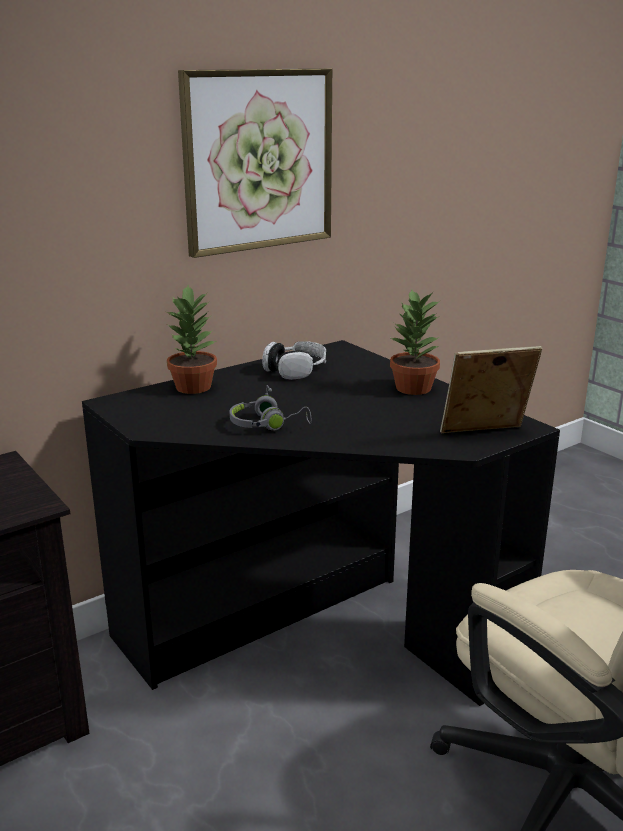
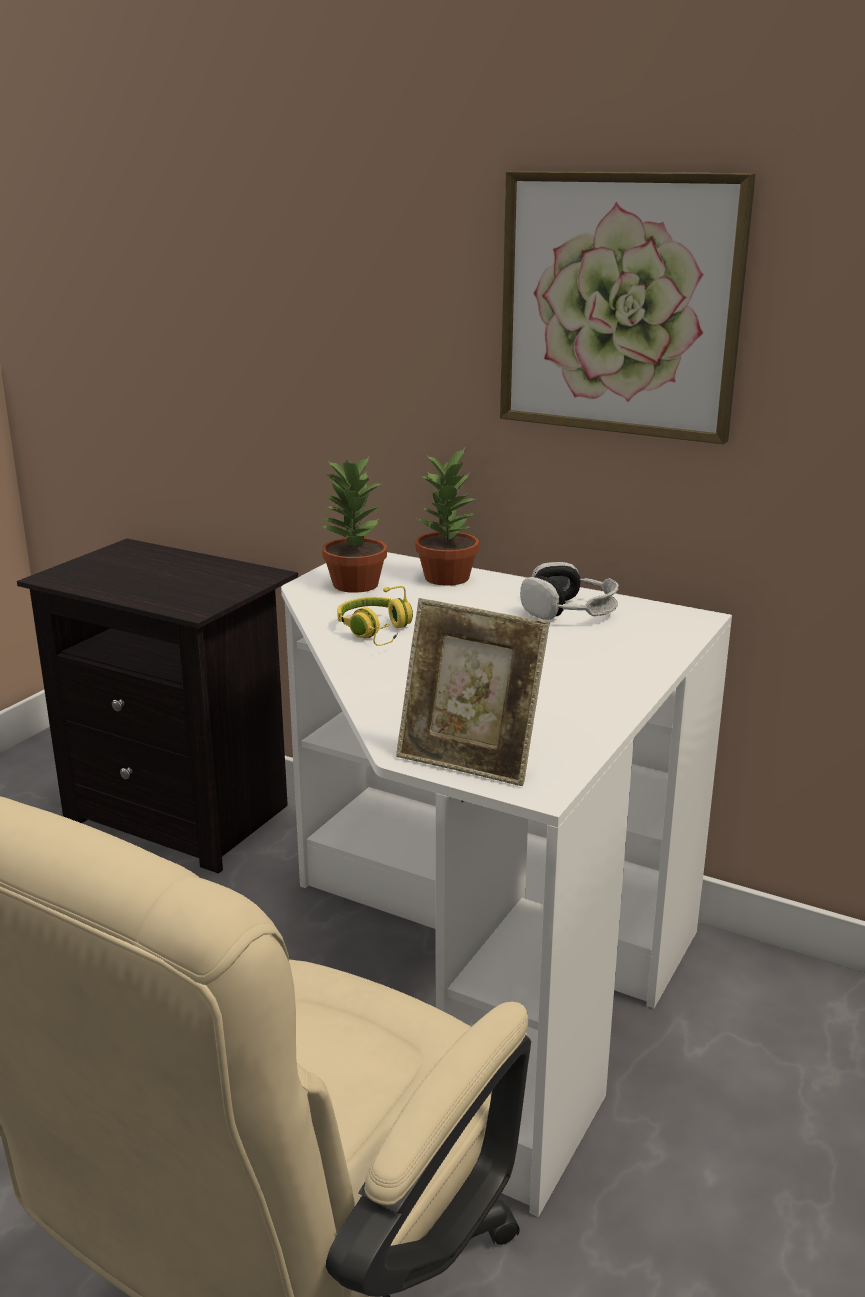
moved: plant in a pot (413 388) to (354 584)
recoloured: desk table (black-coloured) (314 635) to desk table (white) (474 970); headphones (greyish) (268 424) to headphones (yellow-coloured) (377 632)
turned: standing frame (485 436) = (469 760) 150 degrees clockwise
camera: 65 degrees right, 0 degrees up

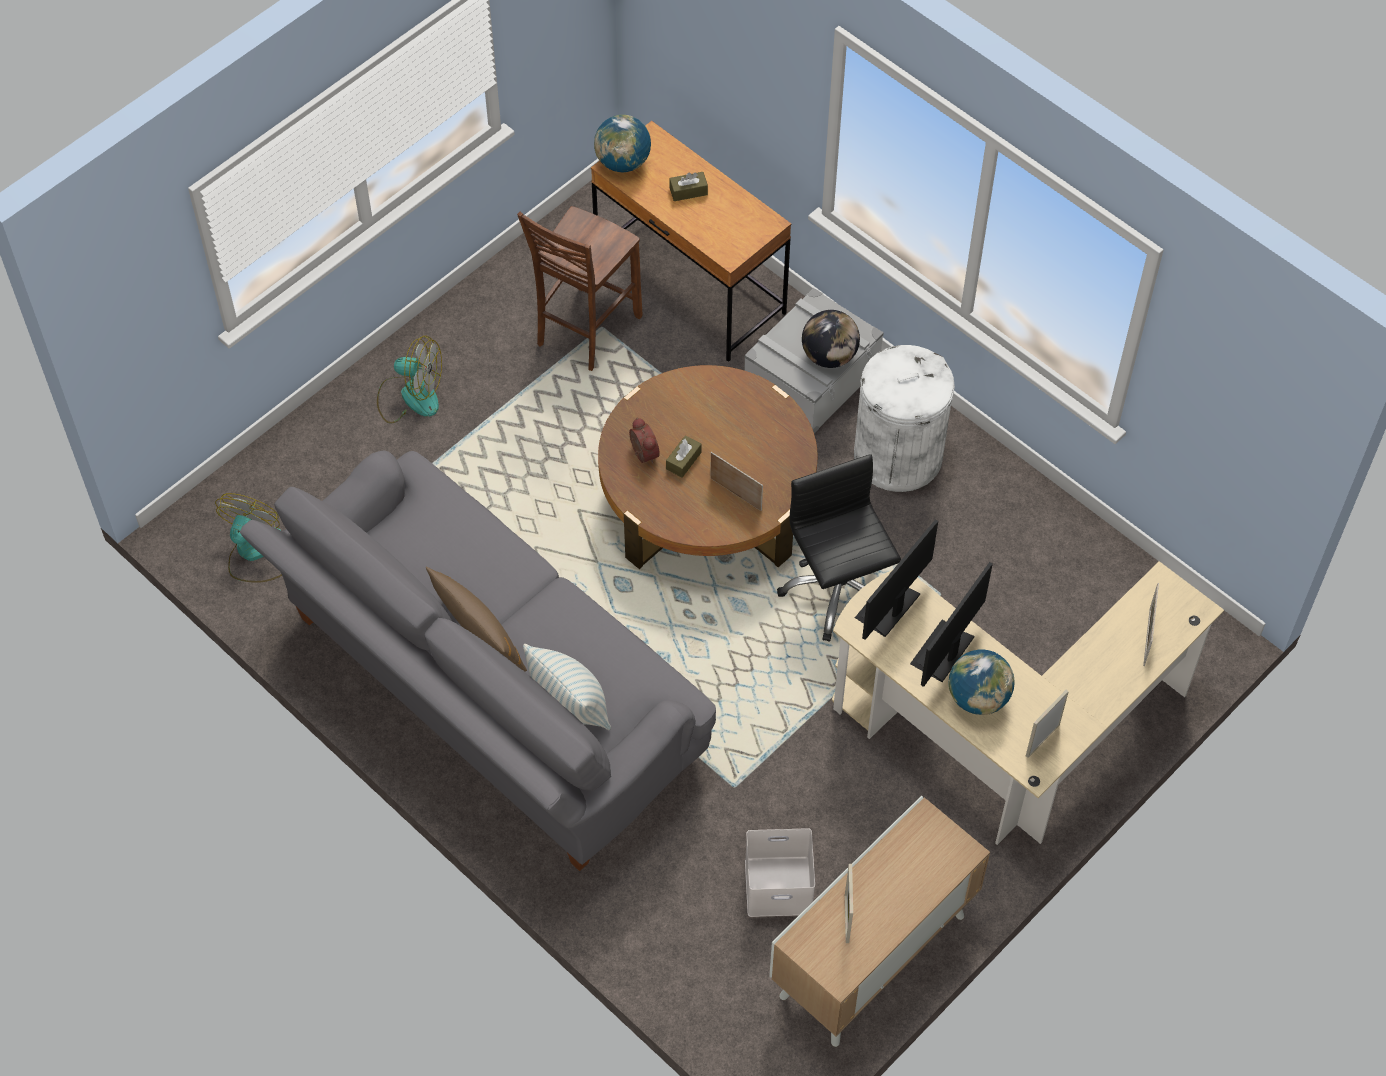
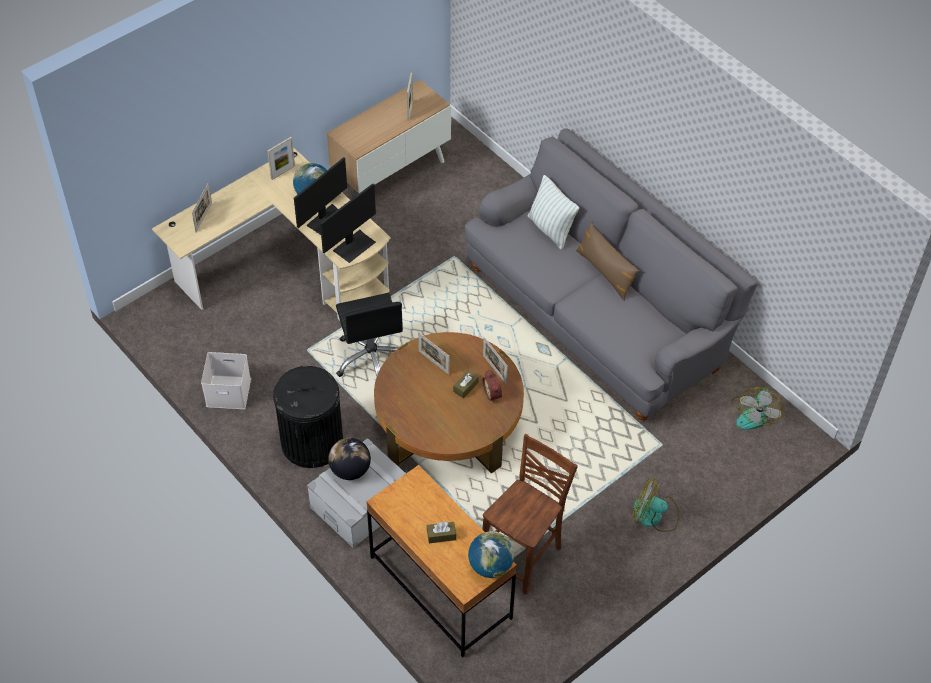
added: standing frame (494 369)
moved: storage container (white) (777 887) to (229 391)
recoloured: waste bin (white) (898 455) to waste bin (black-coloured) (312 442)
camera: 175 degrees left, 5 degrees down

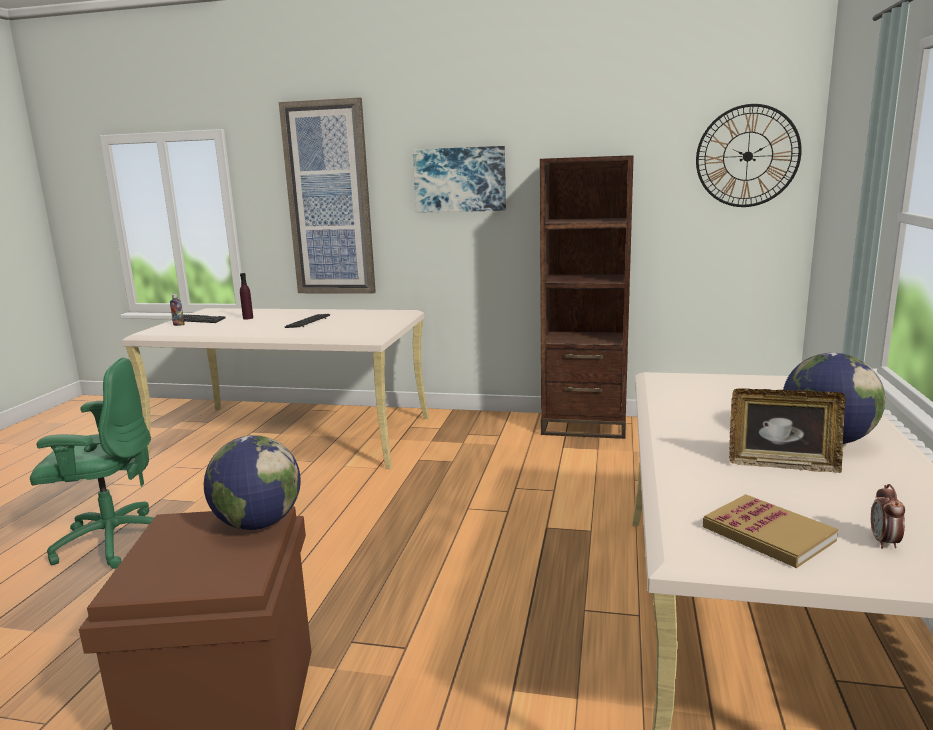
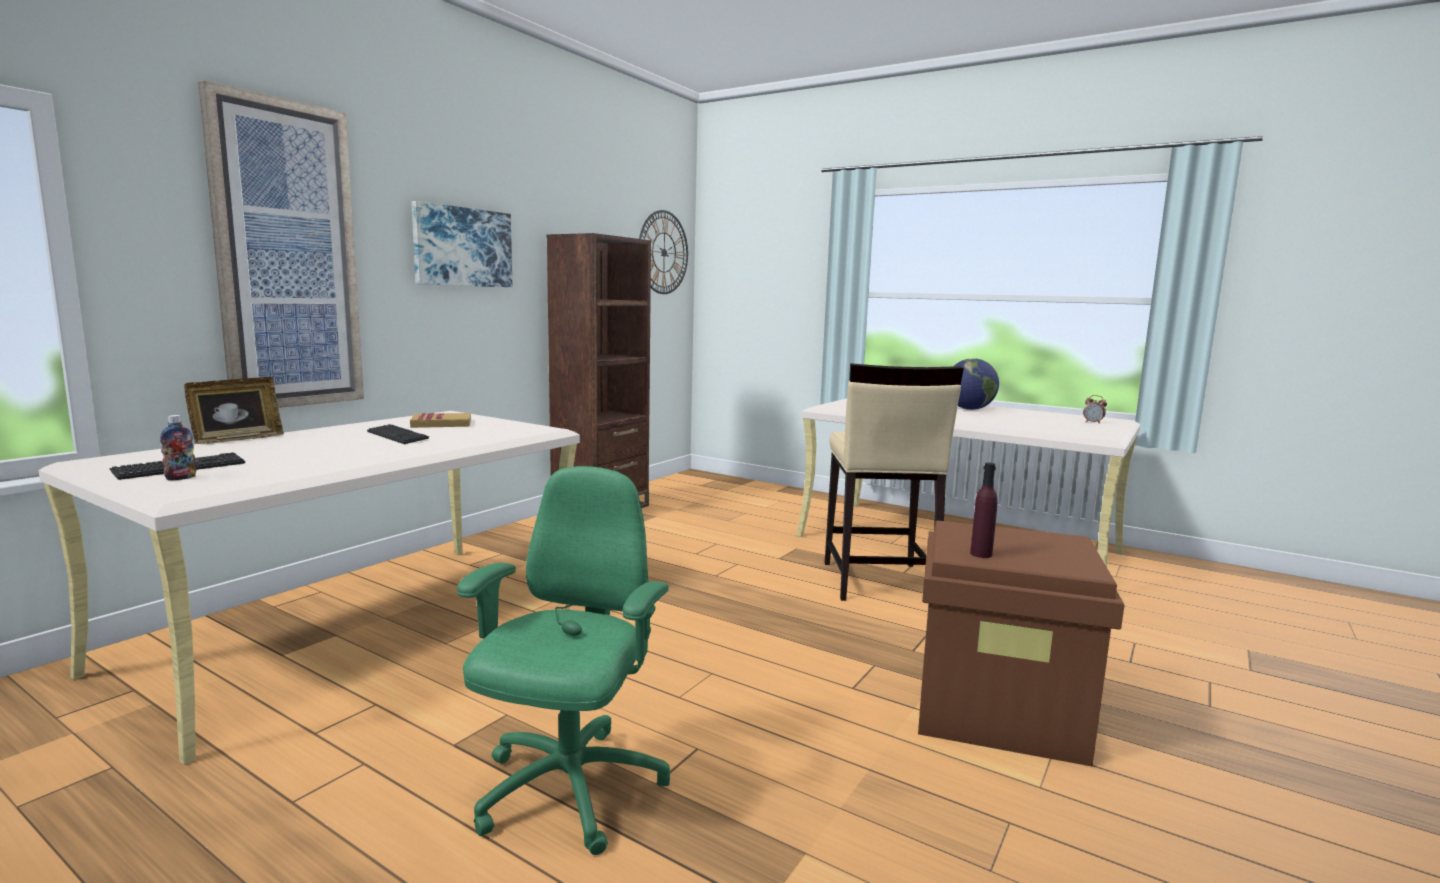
removed: world globe (258 523)
added: sitting stool (sand-coloured) (878 582)
moved: standing frame (782 465) to (237 439); book (768 534) to (441 423); bottle (purple) (248 318) to (981 554)
camera: 70 degrees left, 5 degrees down

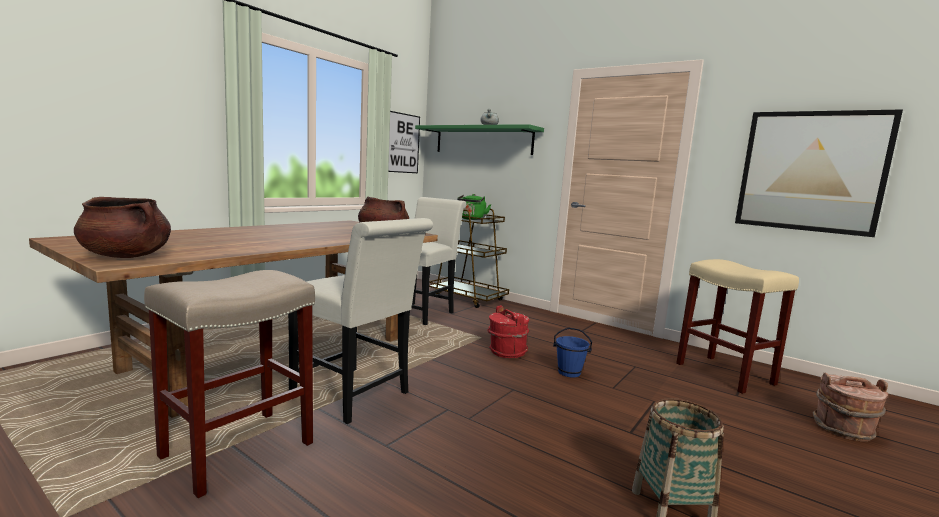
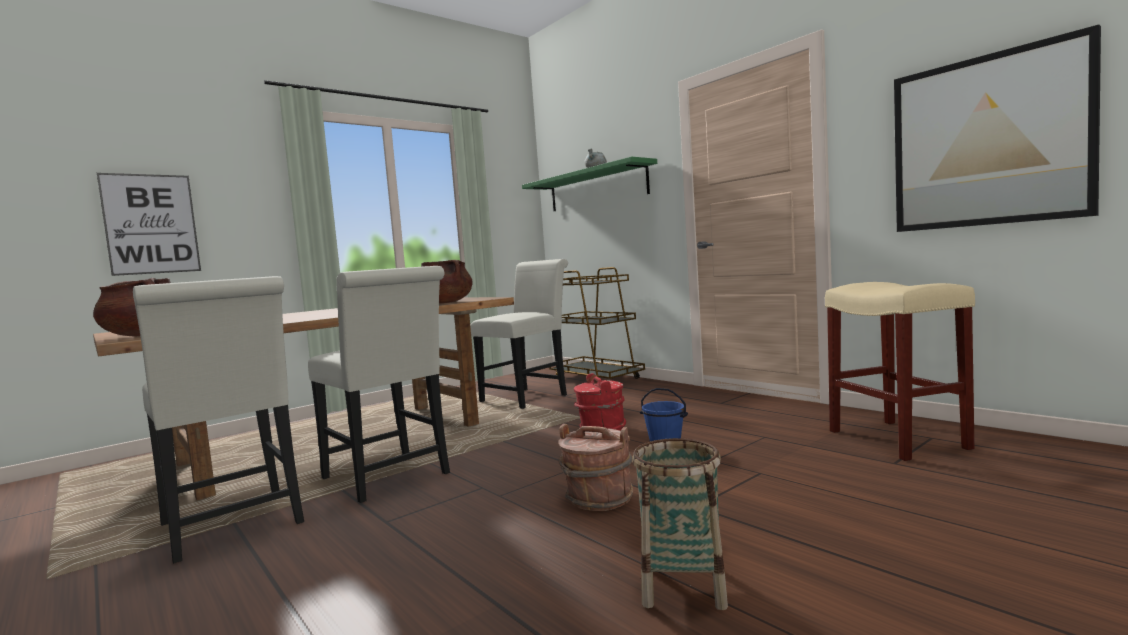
removed: kettle (green-coloured) (472 219)
moved: picture (403 143) to (151 224); water bucket (brown) (843 429) to (598 499)
replaced: sitting stool (sand-coloured) (236 451) to plain chair (white) (234 527)
camera: 15 degrees right, 5 degrees down

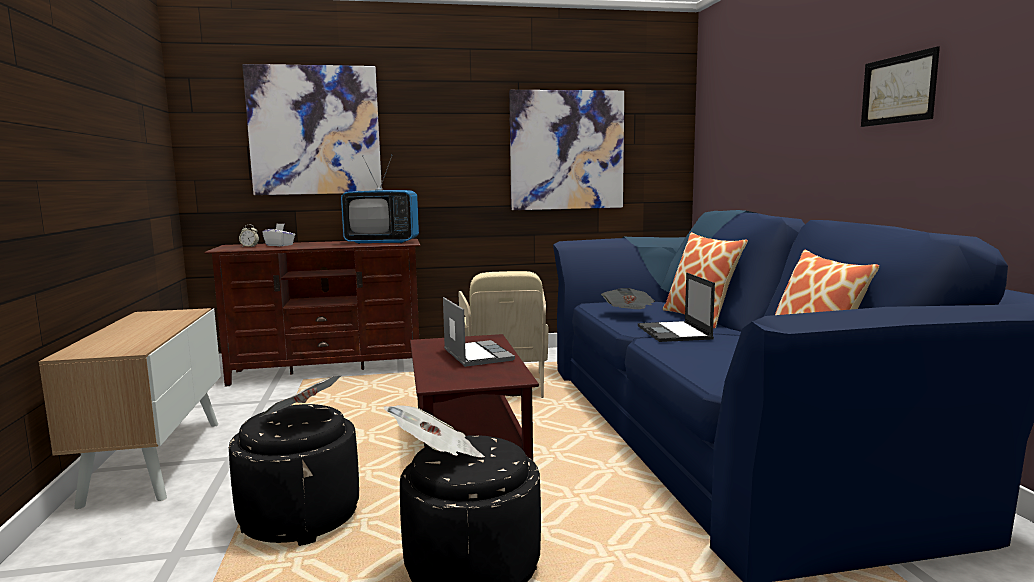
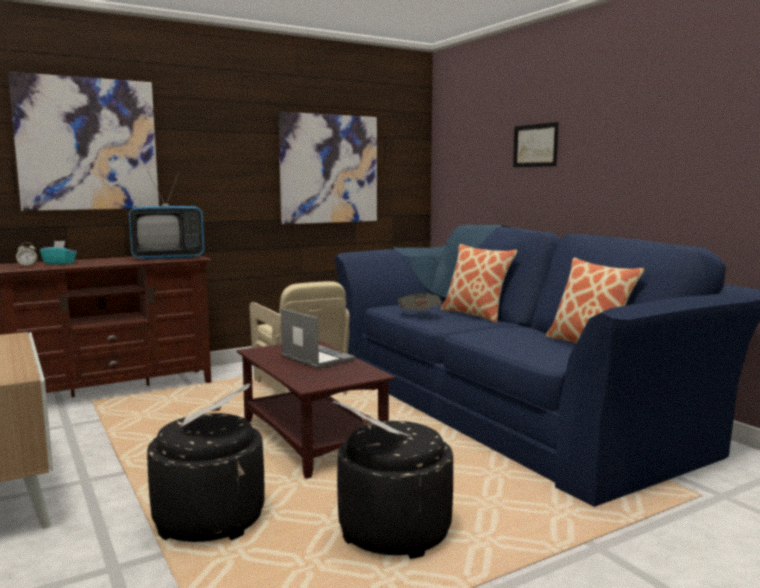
removed: portable computer (674 332)
moved: picture (898 89) to (535 145)
recoloured: box of tissues (white) (279 245) to box of tissues (blue-green) (59 263)
camera: 20 degrees left, 0 degrees up

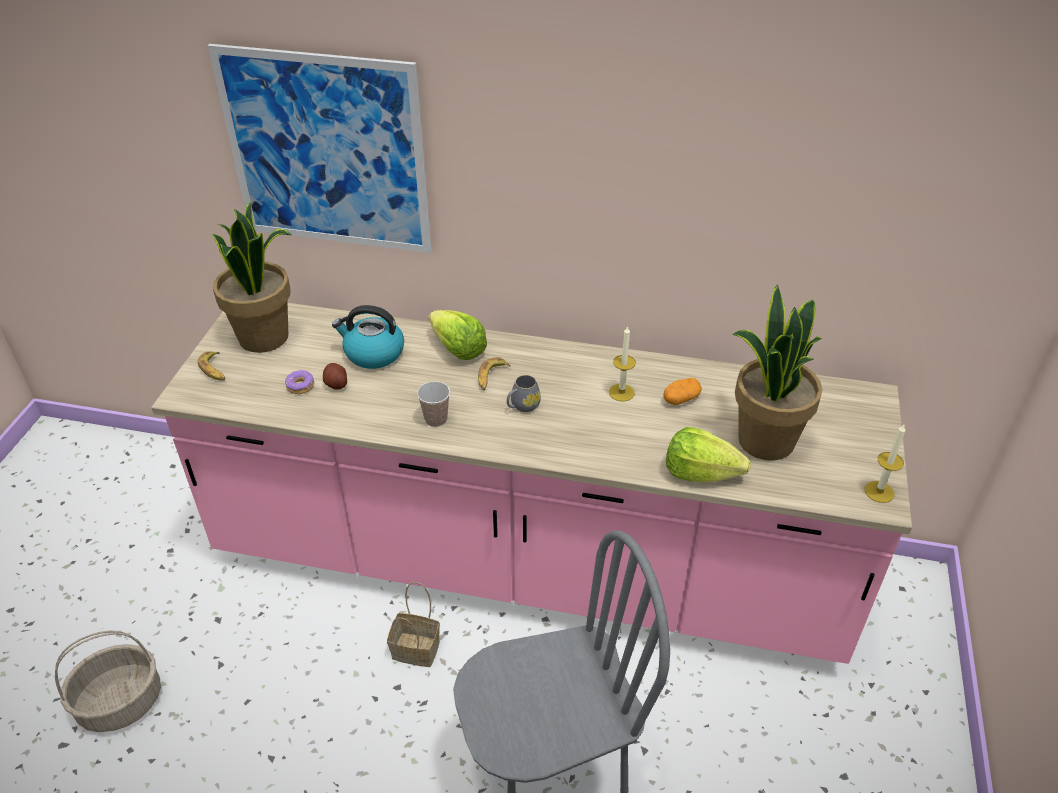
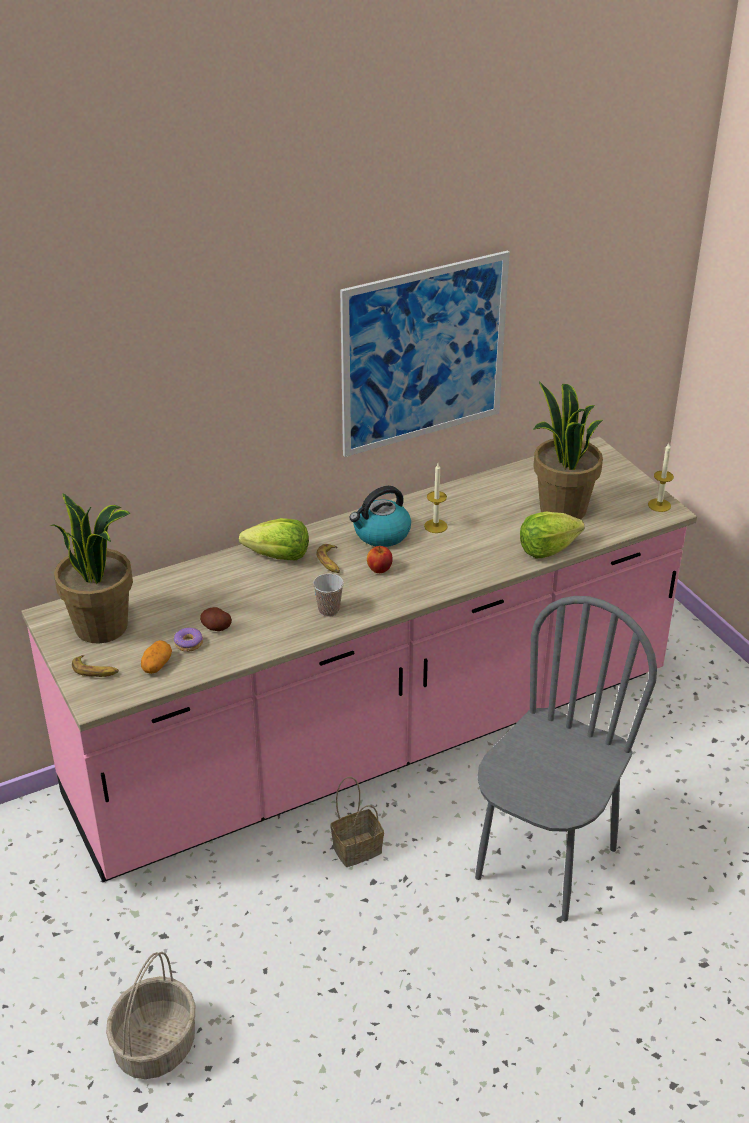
moved: spud (681 399) to (156 665); picture (326 152) to (423 354); kettle (373 353) to (381 534)
replaced: tea mug (greyish) (522 406) to apple fruit (379 569)
camera: 40 degrees left, 5 degrees down

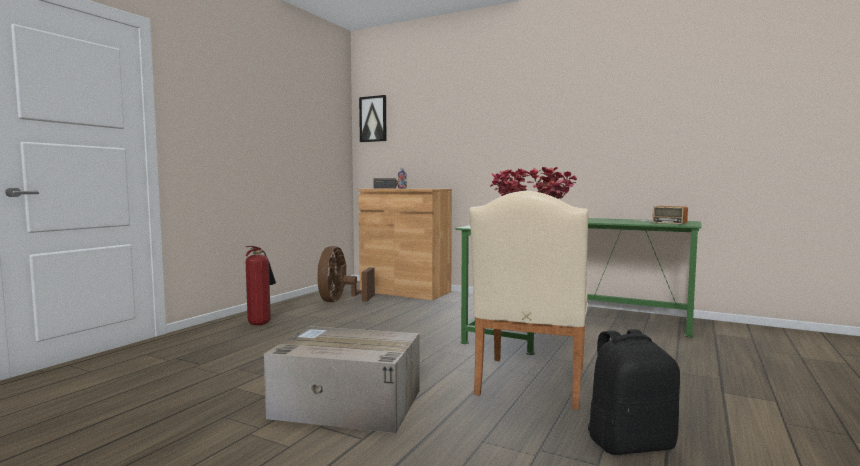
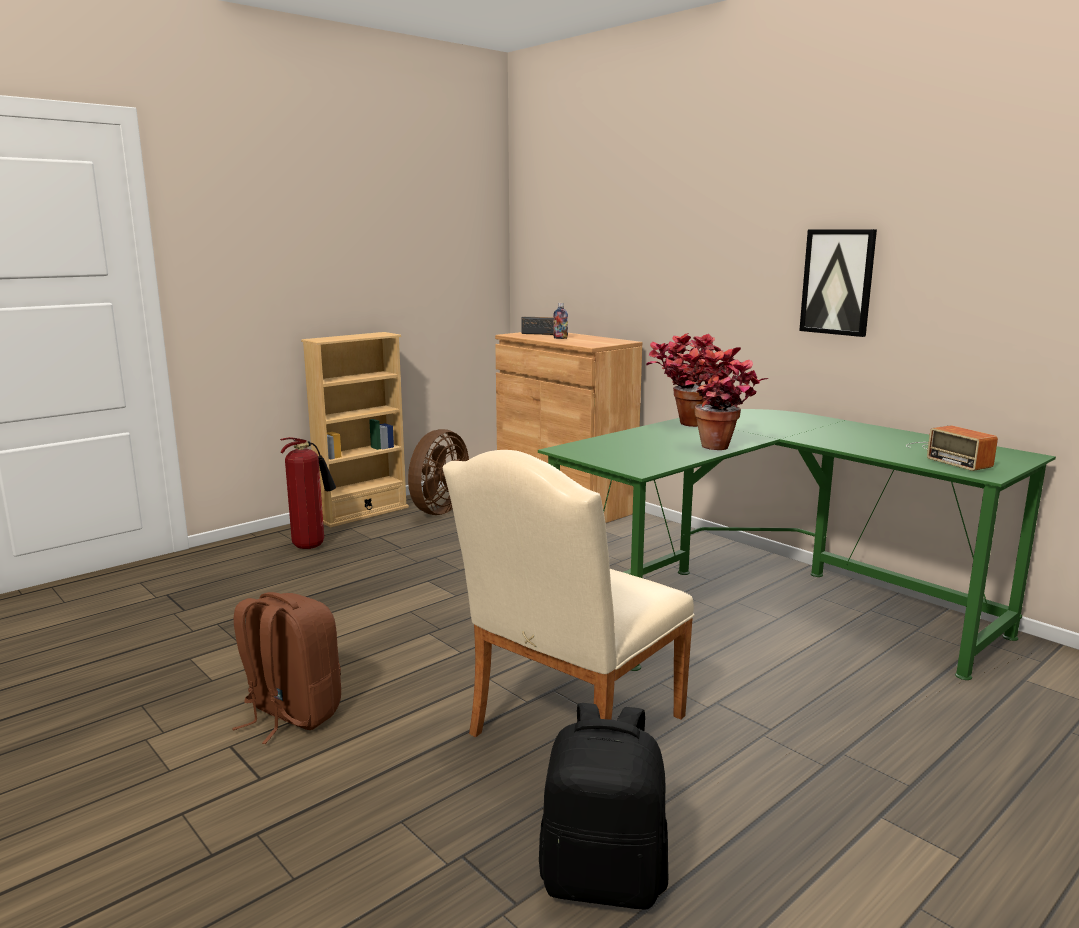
added: shelving unit (sand-coloured) (362 513)
moved: picture (373 119) to (838 282)
replaced: cardboard box (345 404) to knapsack (brown) (290 714)
camera: 20 degrees right, 10 degrees up

